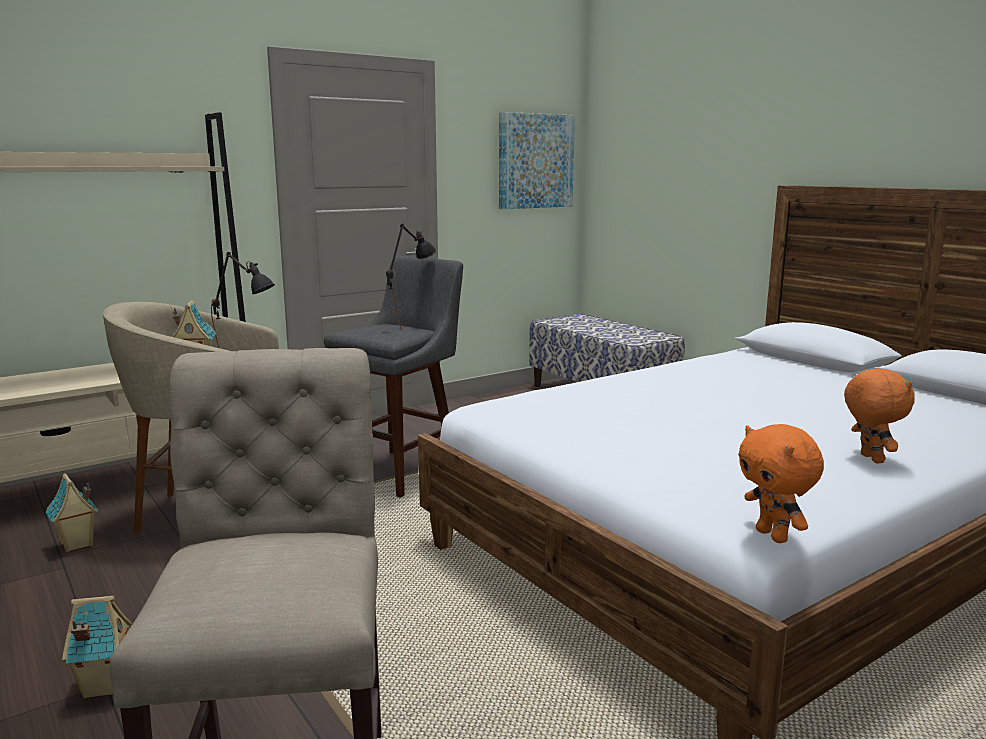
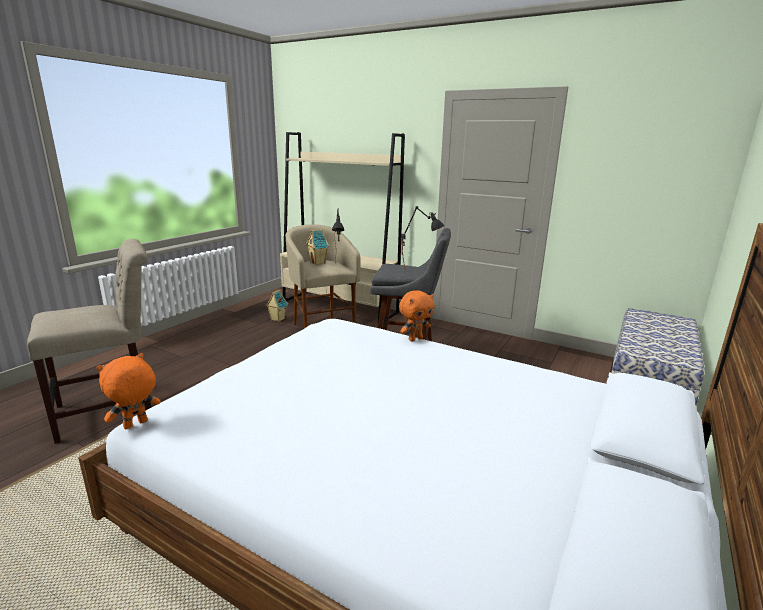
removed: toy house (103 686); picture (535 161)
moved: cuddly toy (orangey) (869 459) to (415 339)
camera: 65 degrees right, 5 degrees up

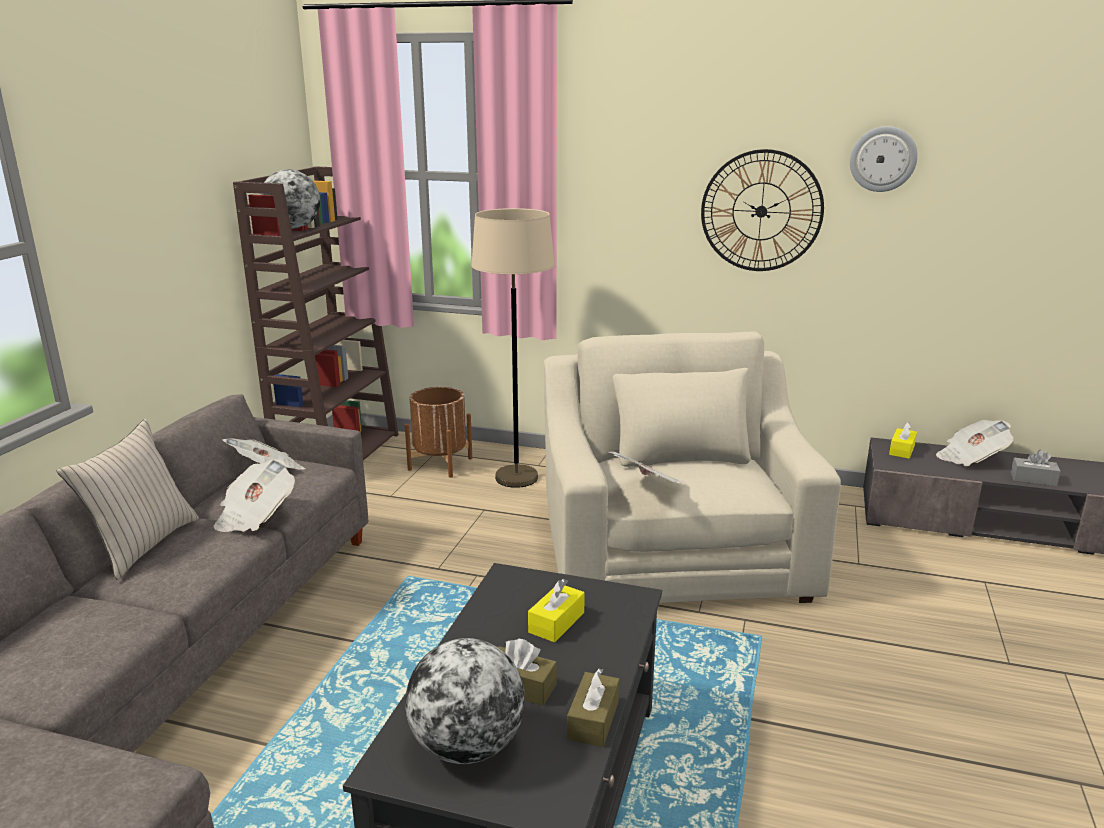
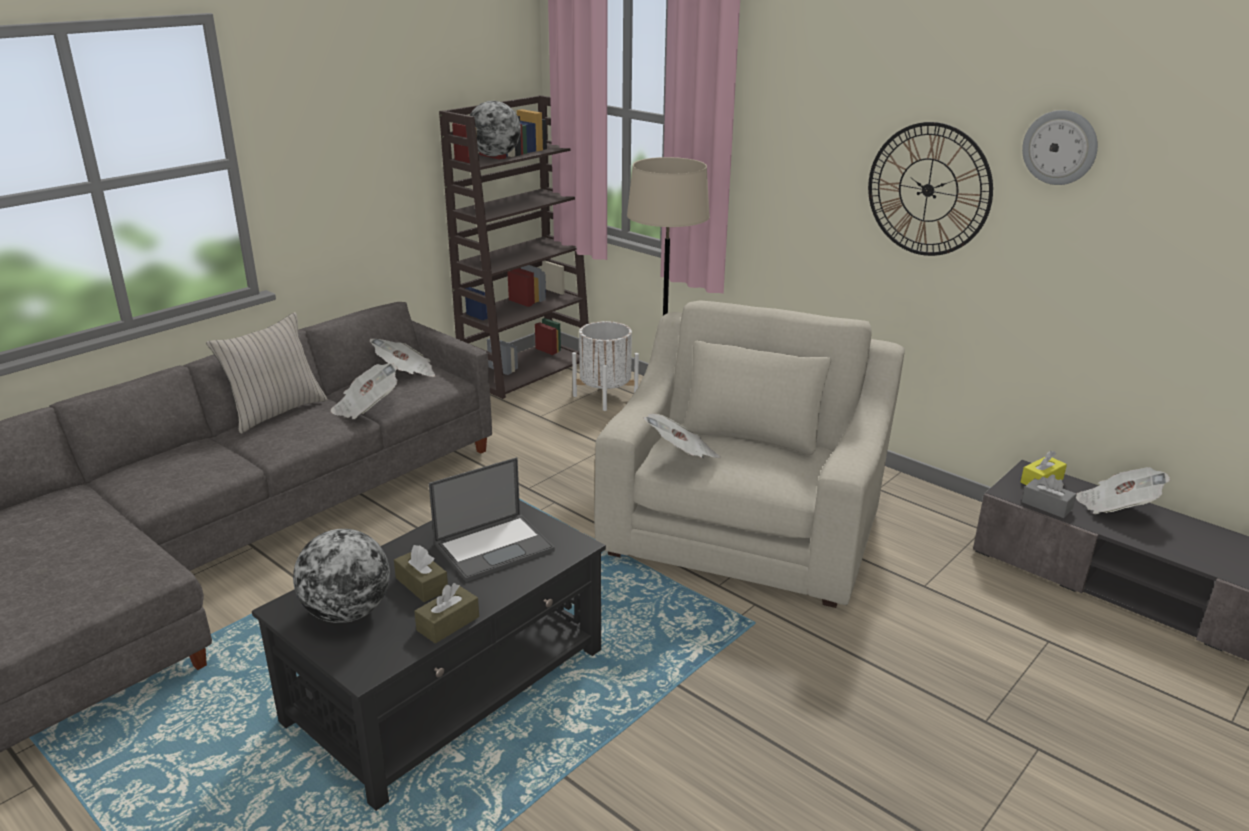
moved: box of tissues (greyish) (1033 479) to (1046 506)
replaced: box of tissues (yellow-coloured) (556 622) to portable computer (495 546)
recoloured: flower pot (brown) (440 464) to flower pot (white) (605 396)
camera: 25 degrees right, 5 degrees up

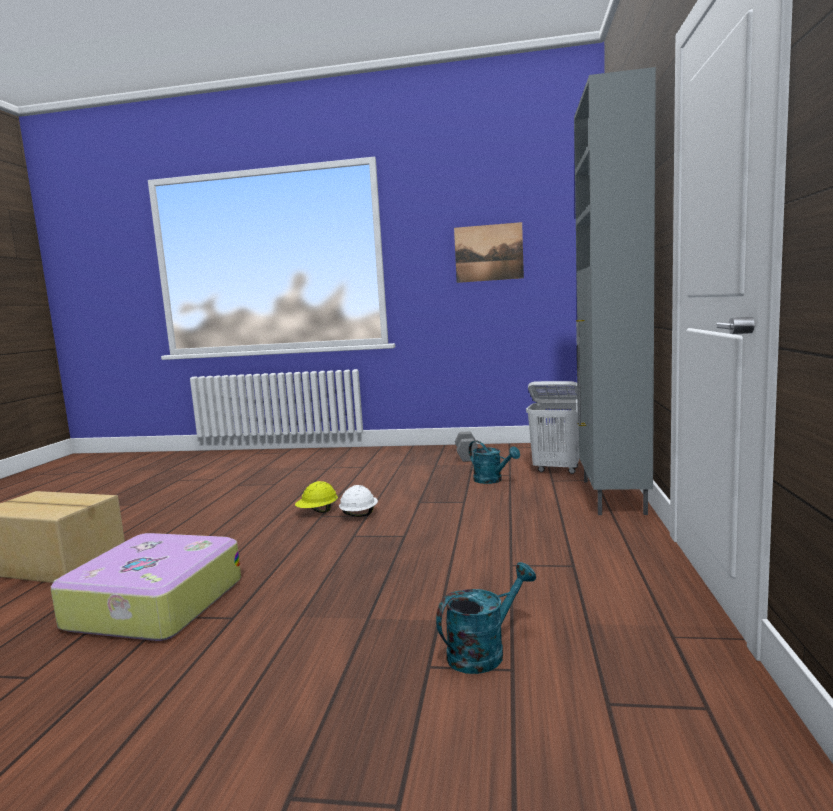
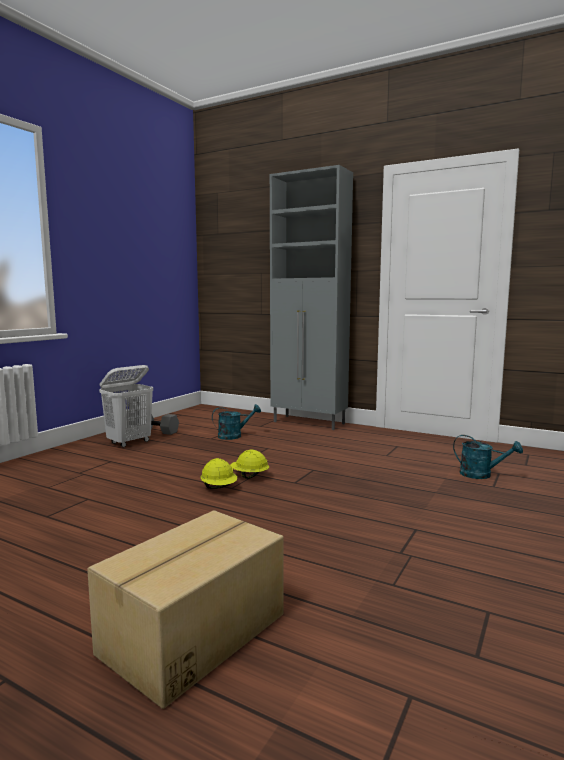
removed: suitcase (153 604); picture (488 253)
moved: laundry basket (white) (557 470) to (129 442)
recoloured: work helmet (white) (359 515) to work helmet (yellow-coloured) (249 476)
turned: sprinkling can (blue-green) (484 651) = (481 475) 135 degrees clockwise
camera: 70 degrees left, 0 degrees up

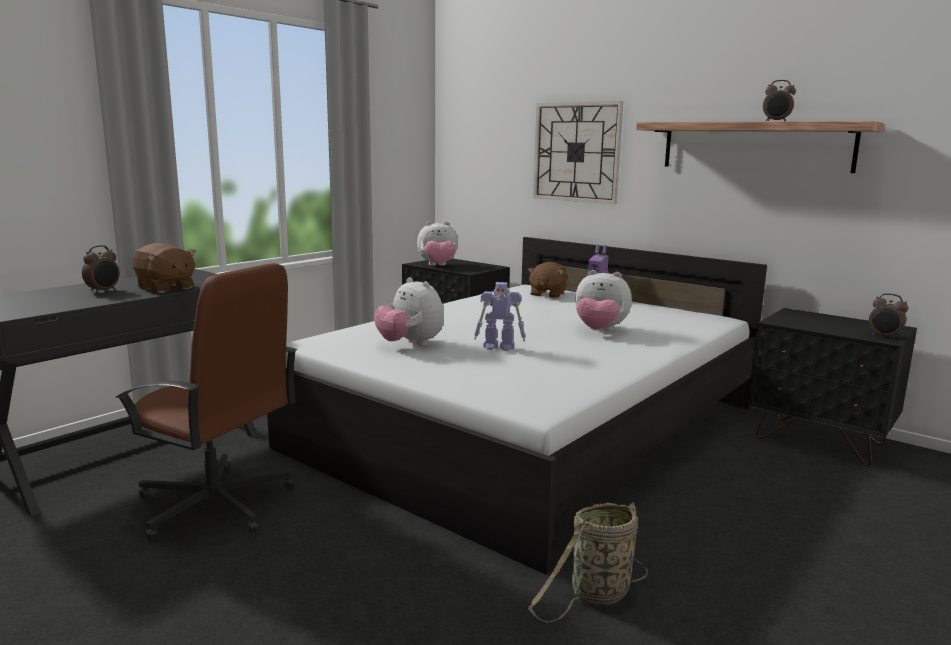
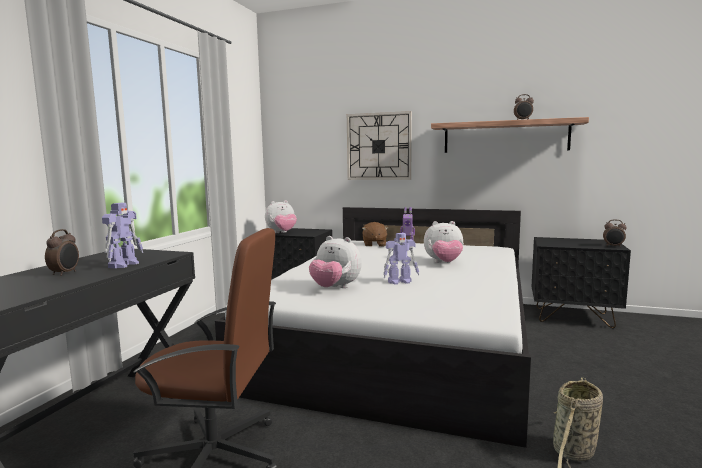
replaced: cuddly toy (brown) (165 288) to toy robot (124 264)
camera: 20 degrees left, 5 degrees down

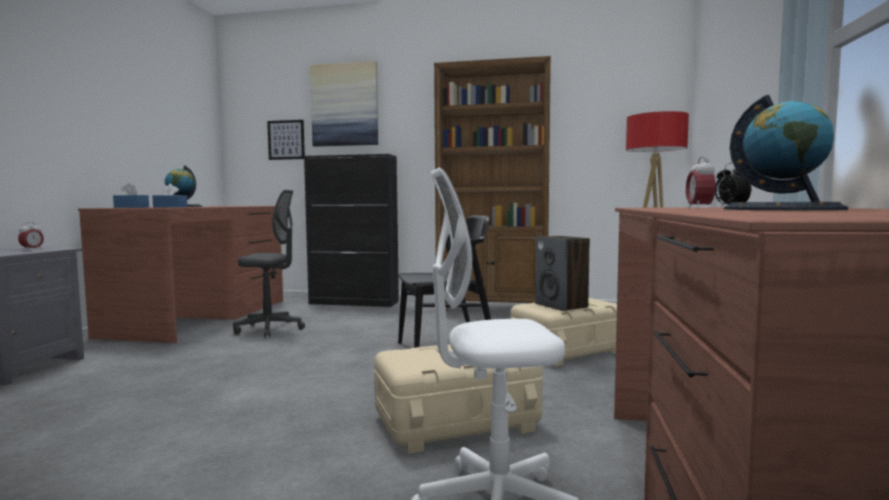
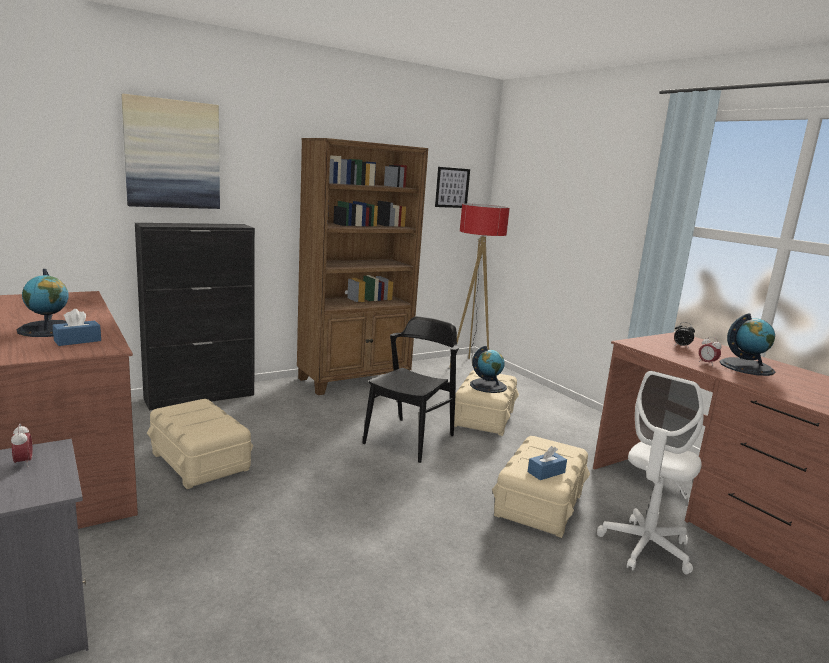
moved: picture (286 140) to (452 187); box of tissues (blue-coloured) (131 207) to (546 472)
replaced: computer chair (greyish) (270 329) to storage container (sand-coloured) (200 461); speaker (561 305) to world globe (488 386)
camera: 45 degrees left, 10 degrees up

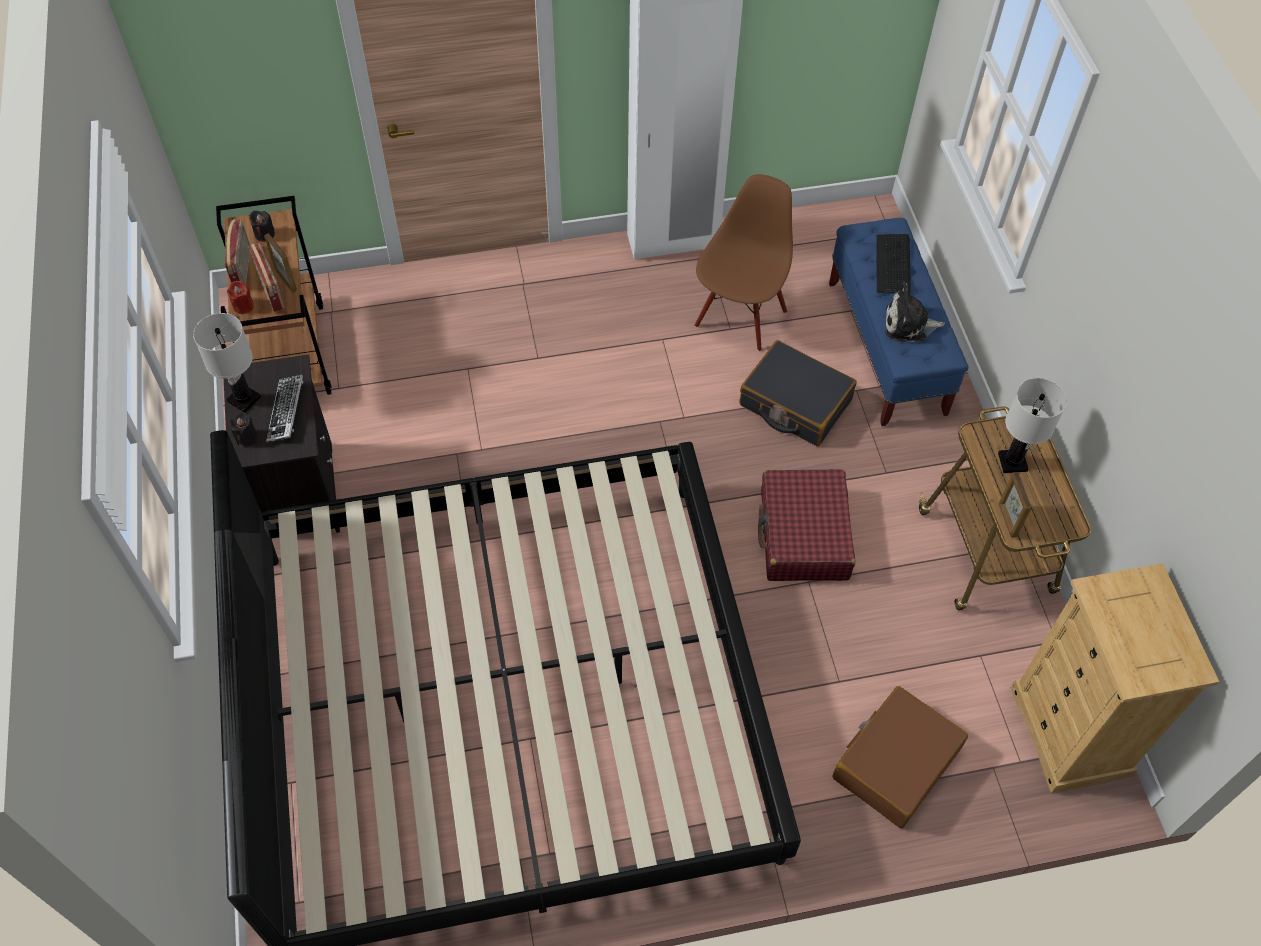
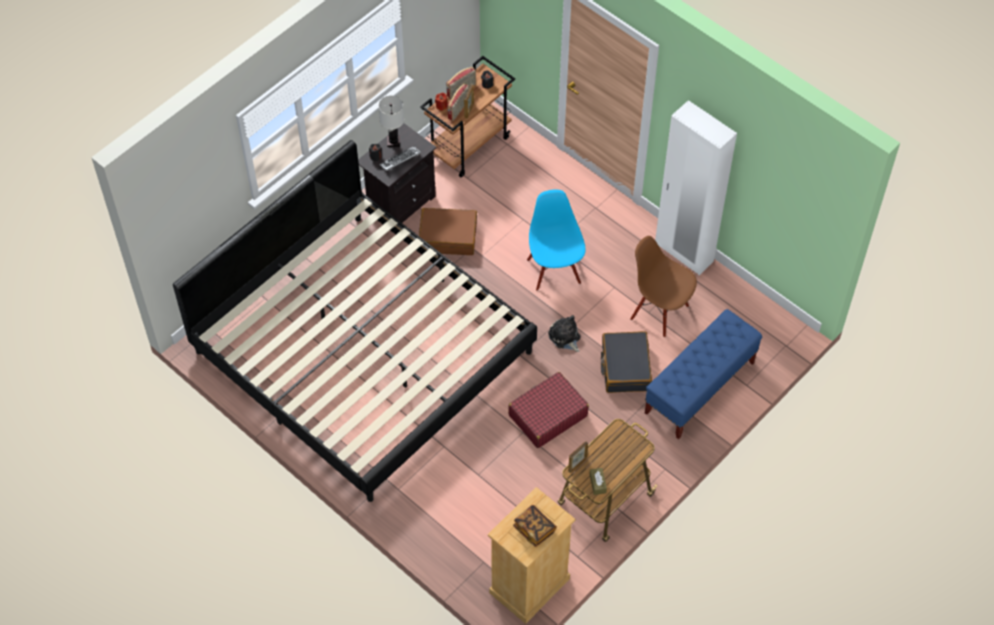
removed: computer keyboard (893 264); lamp for a table (white) (1012 462)
added: book (534 529); plain chair (blue-coloured) (554 271); box of tissues (brown) (597 483)
moved: suitcase (brown) (895 763) to (448 237); cuddly toy (909 325) to (565 337)
turned: plain chair (brown) (739 317) = (659 312) 135 degrees counterclockwise
camera: 55 degrees right, 0 degrees up

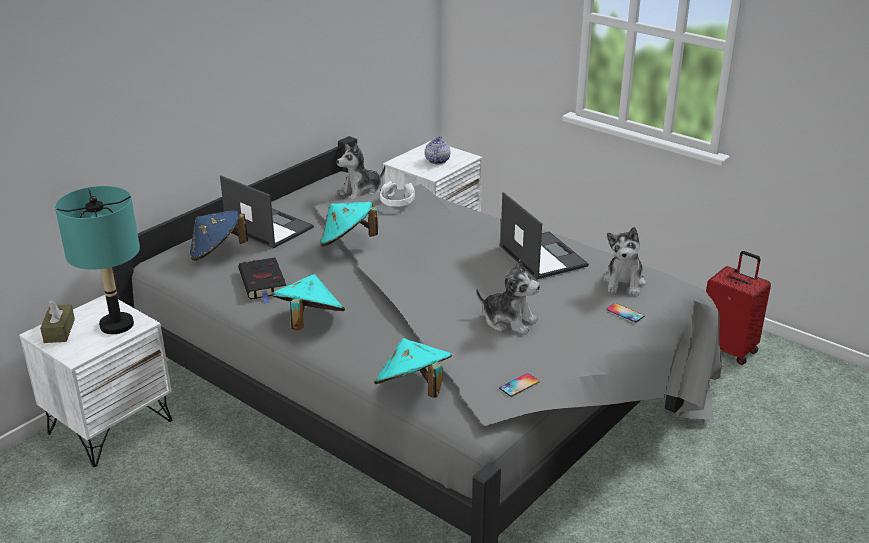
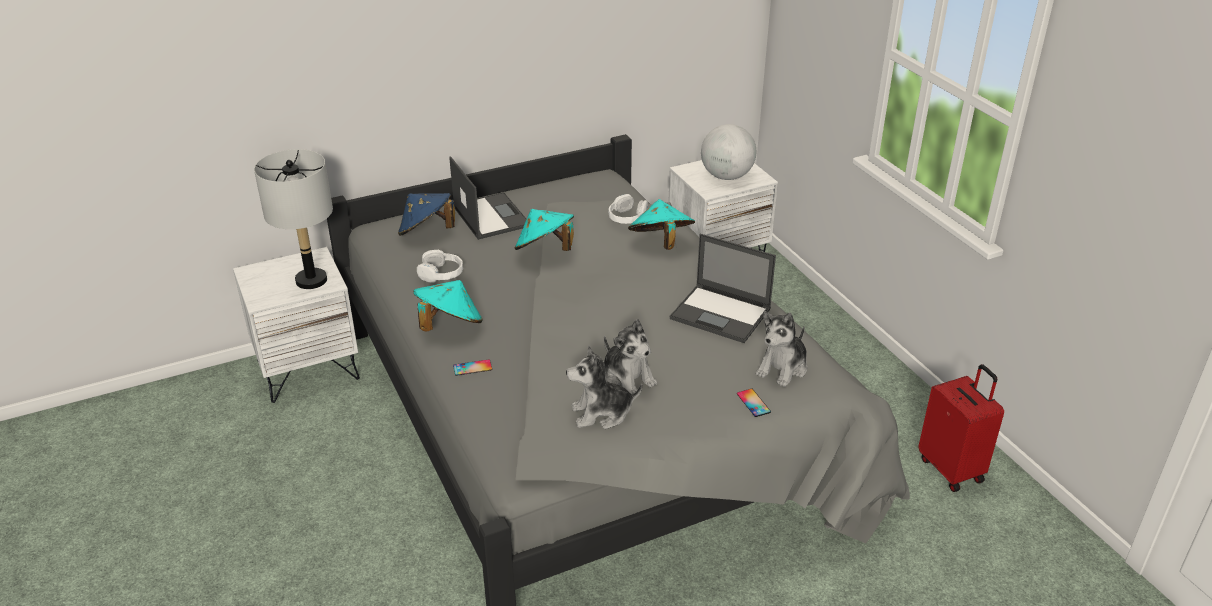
removed: box of tissues (brown) (59 331)
moved: telephone (519 385) to (472 368); cuddly toy (361 193) to (601 413); wearable hat (blue-green) (413 390) to (660 243)
replaced: book (black-coloured) (263 283) to headphones (white) (441 274); pot for tea (437 161) to world globe (726 176)
recoloured: lamp for a table (blue-green) (117 325) to lamp for a table (greyish) (311 280)
turned: portable computer (542 255) = (721 314) 120 degrees clockwise
camera: 25 degrees right, 5 degrees up

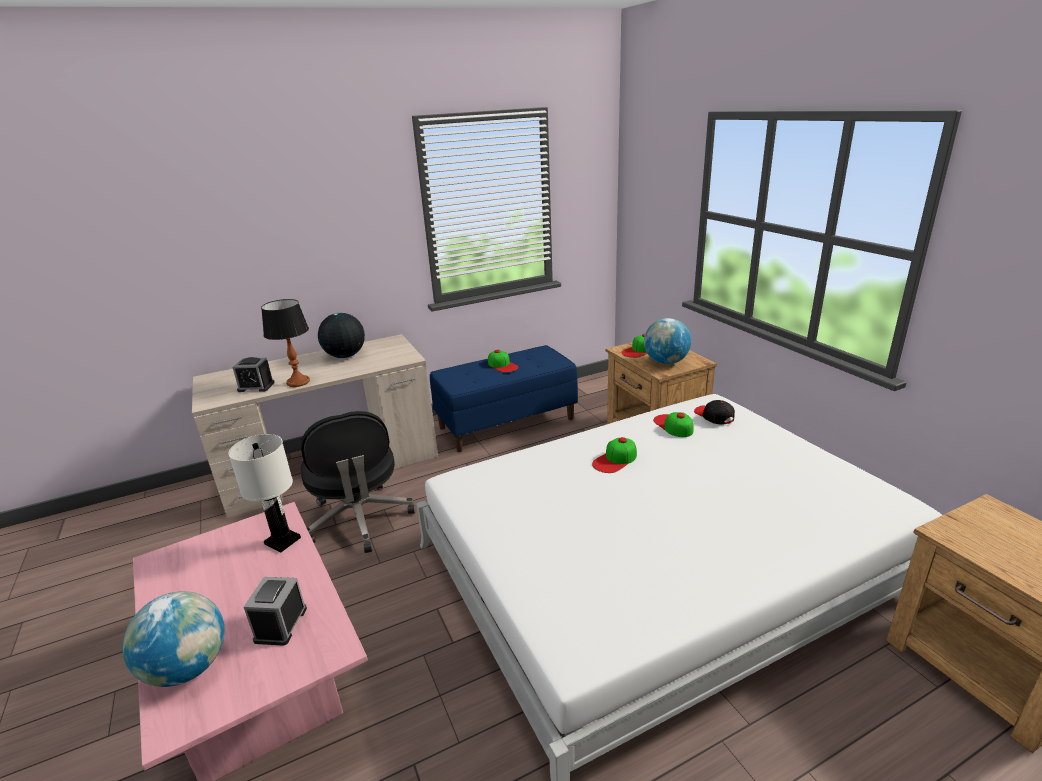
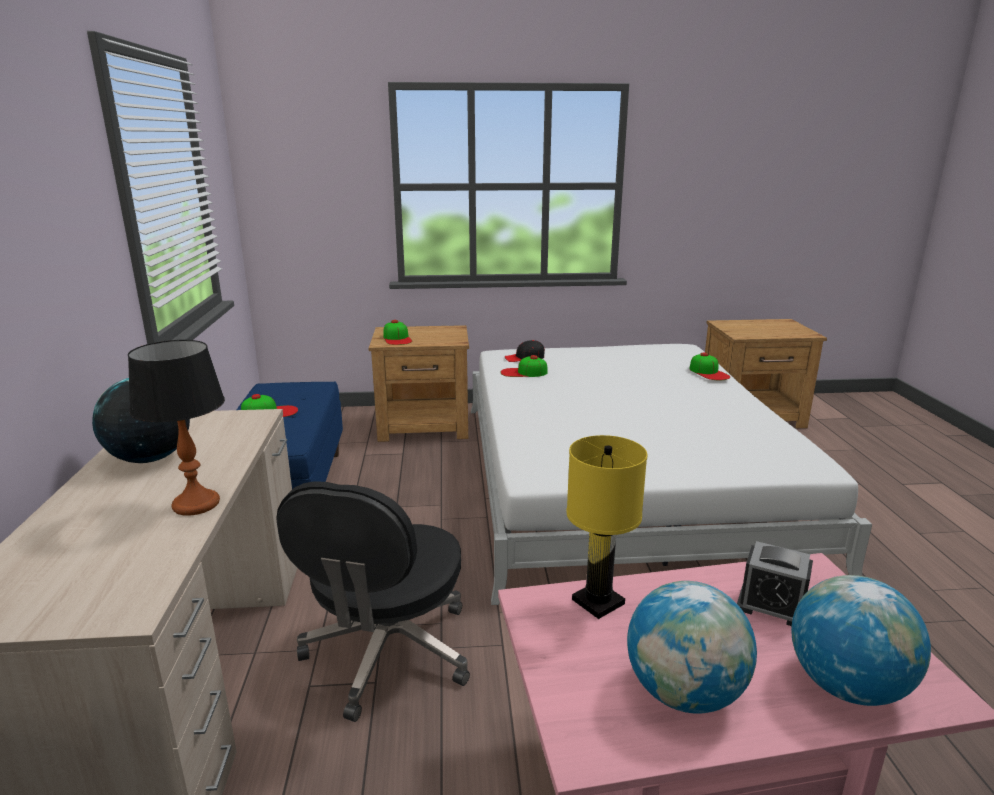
removed: alarm clock (256 387)
moved: world globe (665 362) to (684 693); cap (615 459) to (709 372)
recoloured: lamp for a table (white) (282 541) to lamp for a table (yellow-coloured) (599 602)
turned: computer chair (black-coloured) (359 520) = (388 654) 105 degrees clockwise
camera: 70 degrees left, 5 degrees down

